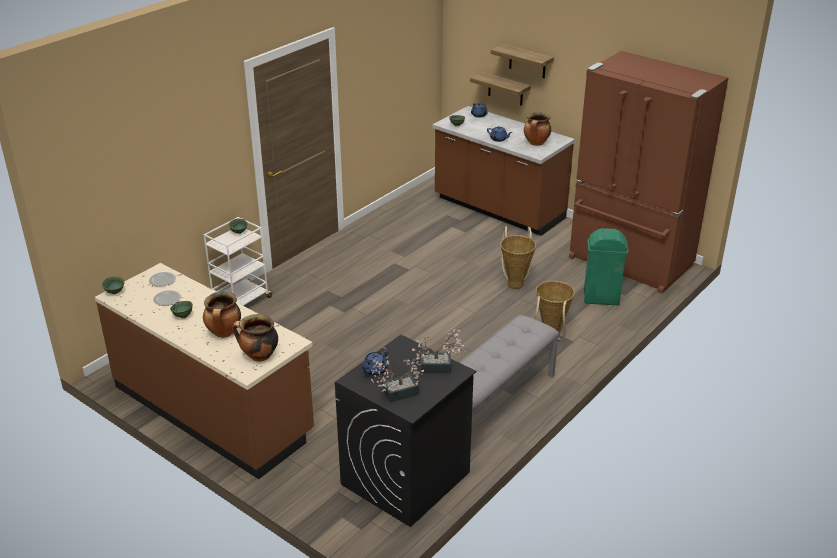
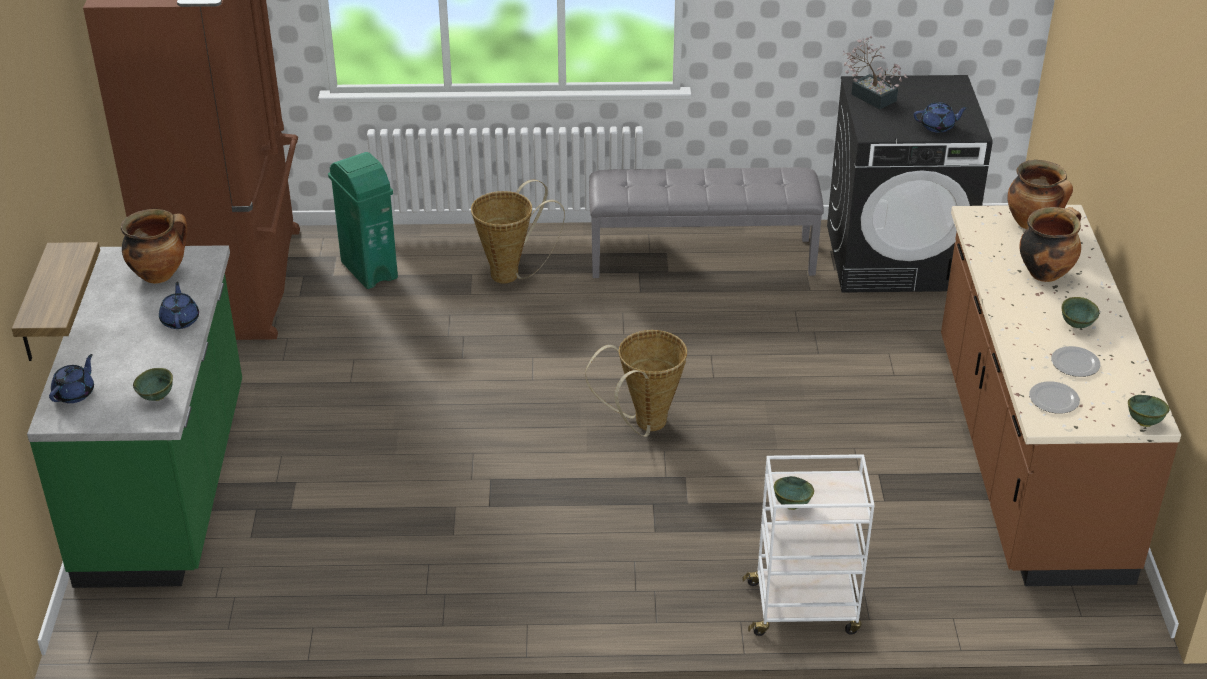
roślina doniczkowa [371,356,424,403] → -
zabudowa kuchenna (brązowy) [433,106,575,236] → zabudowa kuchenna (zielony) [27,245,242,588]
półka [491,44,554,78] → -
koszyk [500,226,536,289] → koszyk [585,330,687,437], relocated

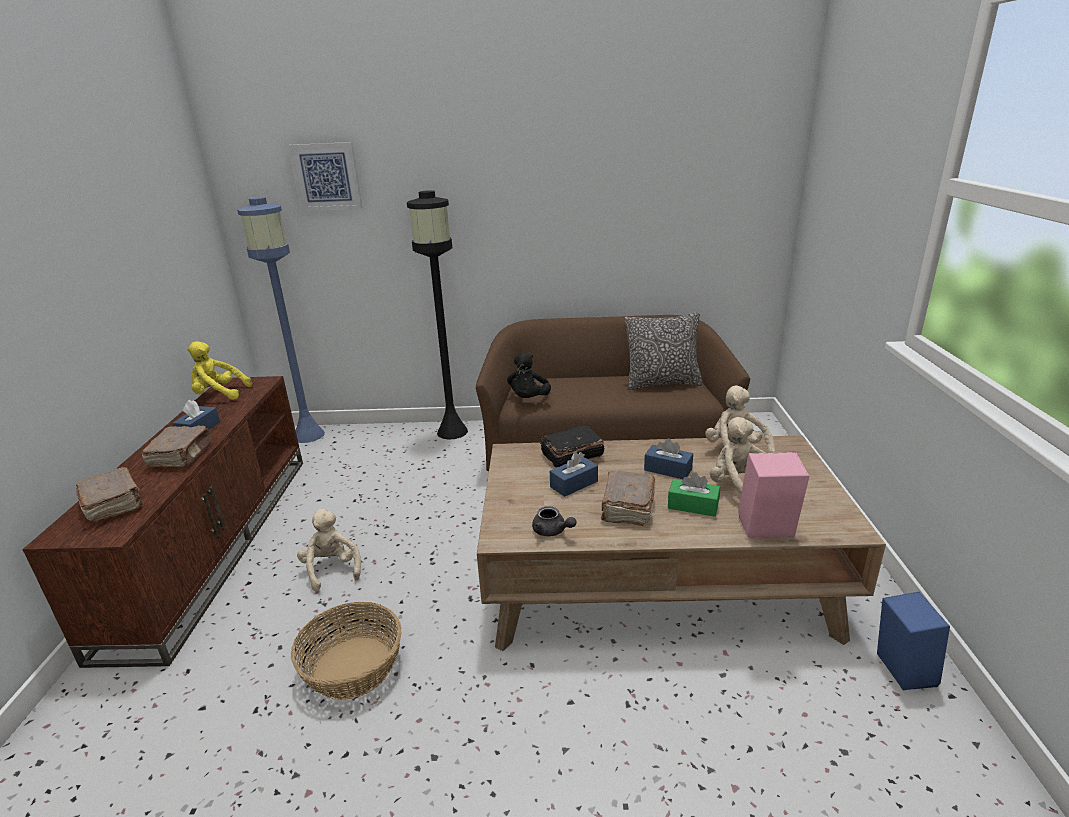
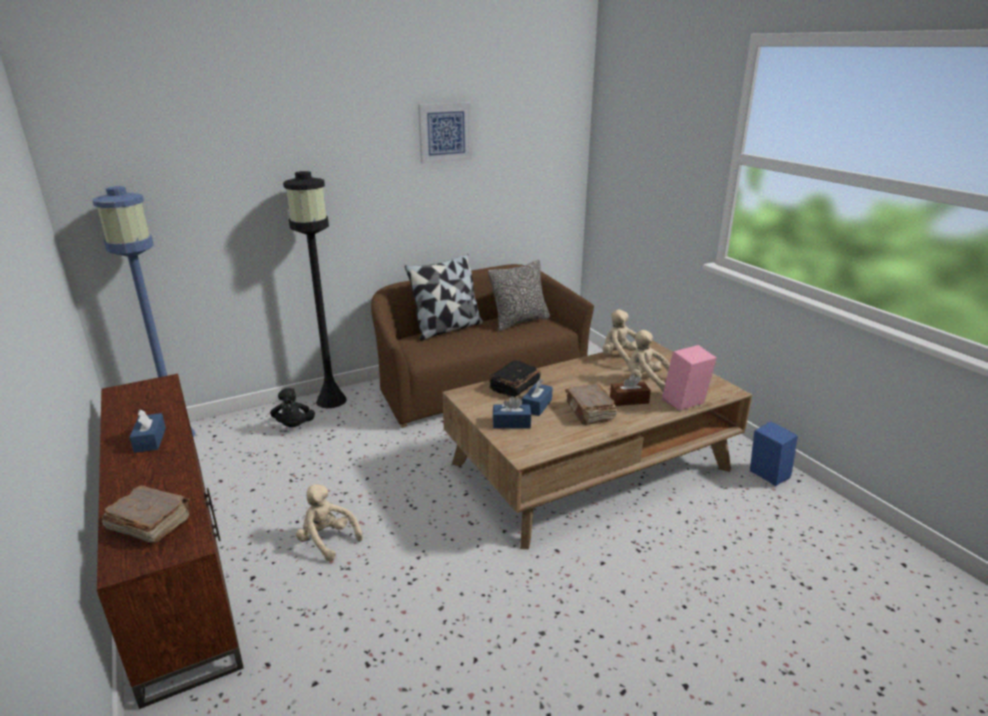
książka (brązowy) [141,425,212,467] → -
pluszak (żółty) [187,341,252,400] → -
obraz [288,142,362,211] → obraz [418,102,472,164], relocated
koszyk [291,602,401,700] → -
pluszak (czarny) [507,352,551,398] → pluszak (czarny) [270,388,315,427], relocated
imbryk (szary) [532,506,577,537] → -
pudełko chusteczek (niebieski) [644,438,693,479] → pudełko chusteczek (niebieski) [493,396,531,429], relocated
pudełko chusteczek (zielony) [668,472,720,517] → pudełko chusteczek (brązowy) [610,374,651,406]
- → poduszka [405,254,483,341]

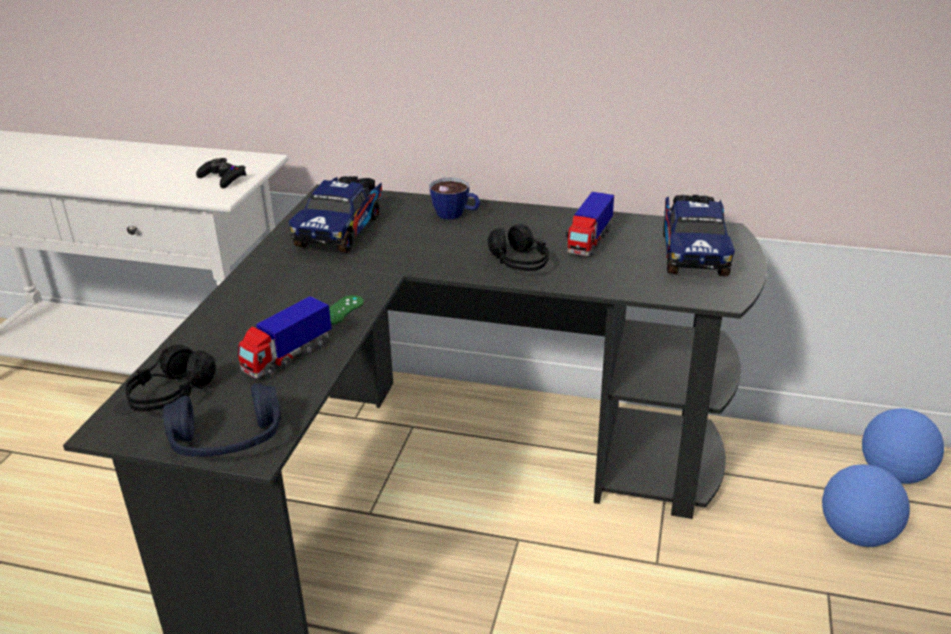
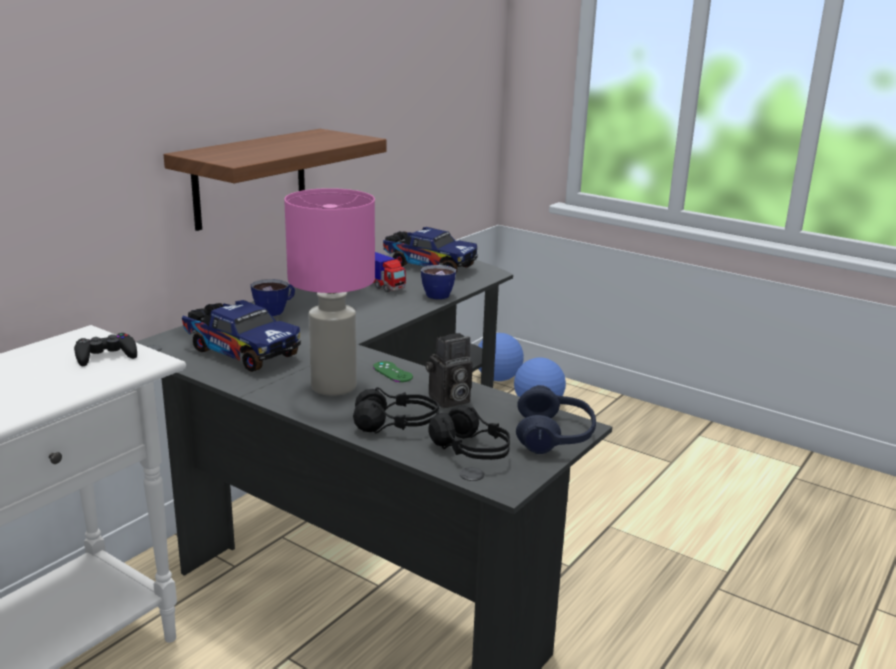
ciężarówka zabawkowa [238,296,332,378] → aparat fotograficzny [426,333,473,408]
słuchawki (czarny) [488,224,549,271] → słuchawki (czarny) [353,387,439,433], relocated
- → półka [164,129,387,231]
- → lampa stołowa (różowy) [284,188,375,396]
- → filiżanka [421,265,456,299]

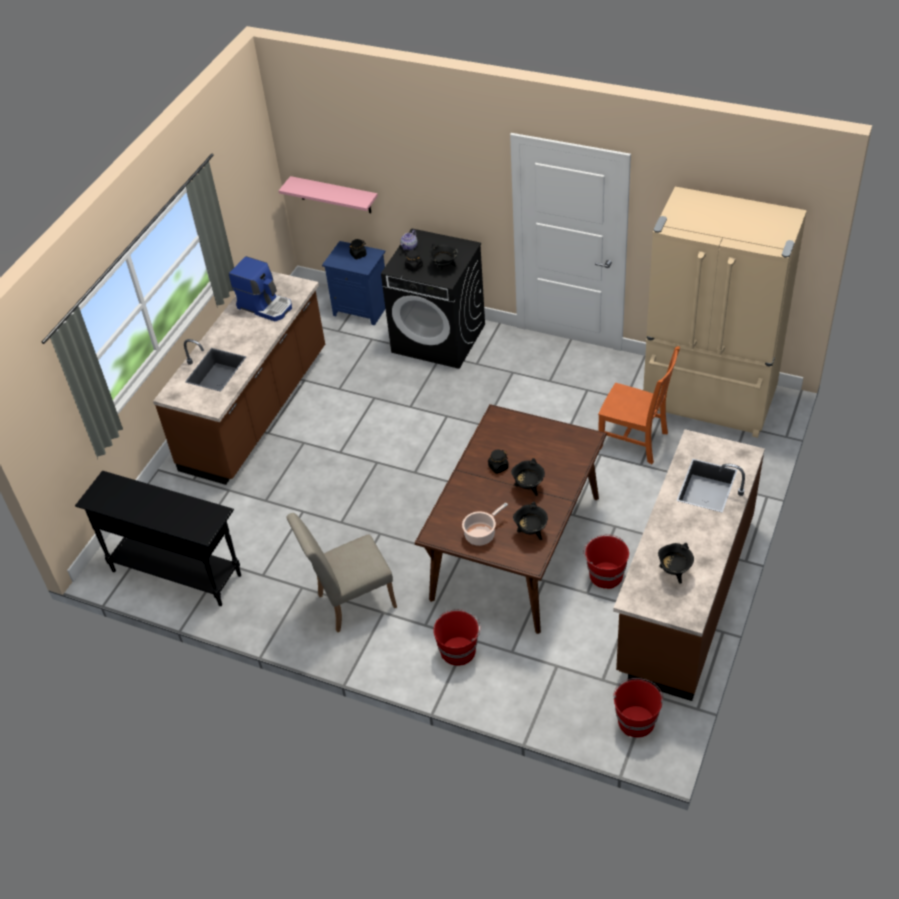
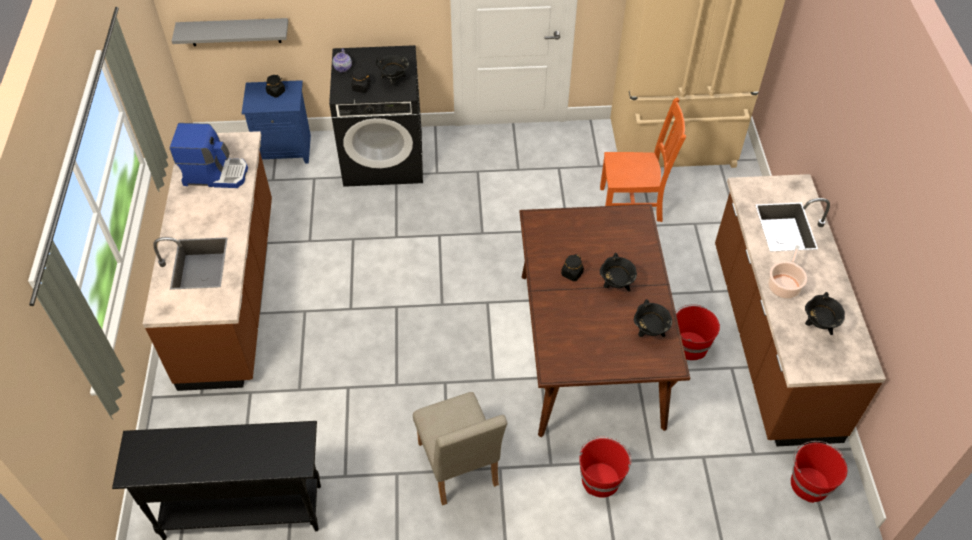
półka (różowy) [279,176,378,213] → półka (szary) [172,18,288,46]
krzesło (beżowy) [286,513,397,632] → krzesło (beżowy) [413,392,508,505], 60 degrees counterclockwise
garnek [462,503,508,546] → garnek [768,245,807,299], relocated

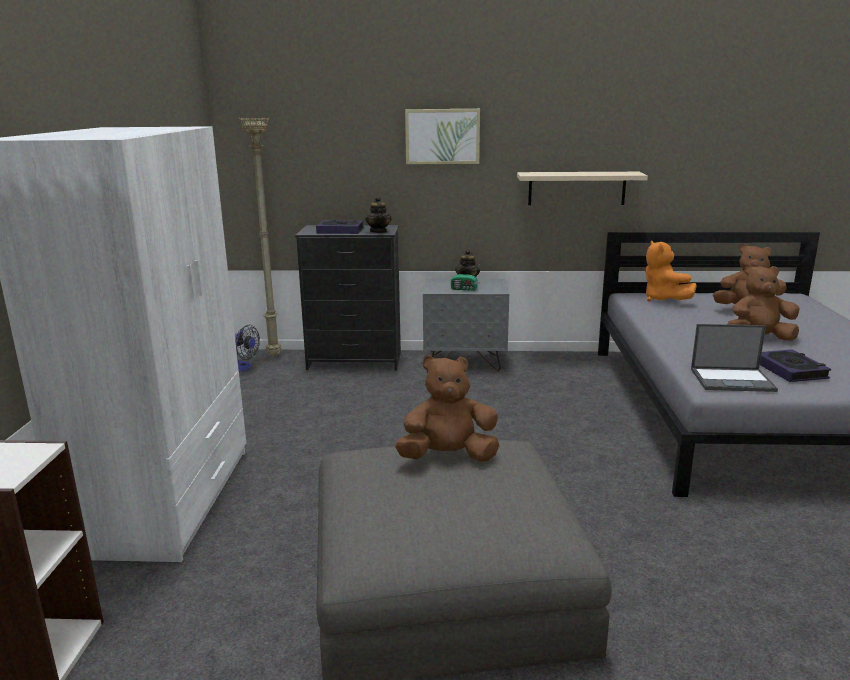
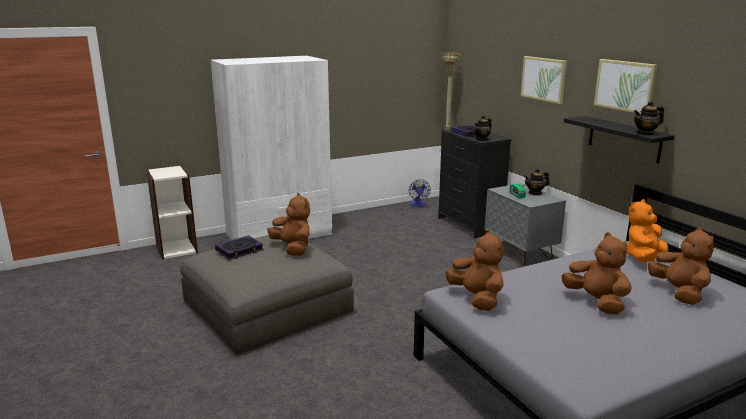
półka (beżowy) [517,172,648,205] → półka (czarny) [564,116,675,164]
laptop [691,324,778,392] → pluszak (brązowy) [446,230,503,311]
książka [760,349,831,382] → książka [215,235,264,260], relocated
- → obraz [594,59,658,114]
- → imbryk [634,101,664,136]

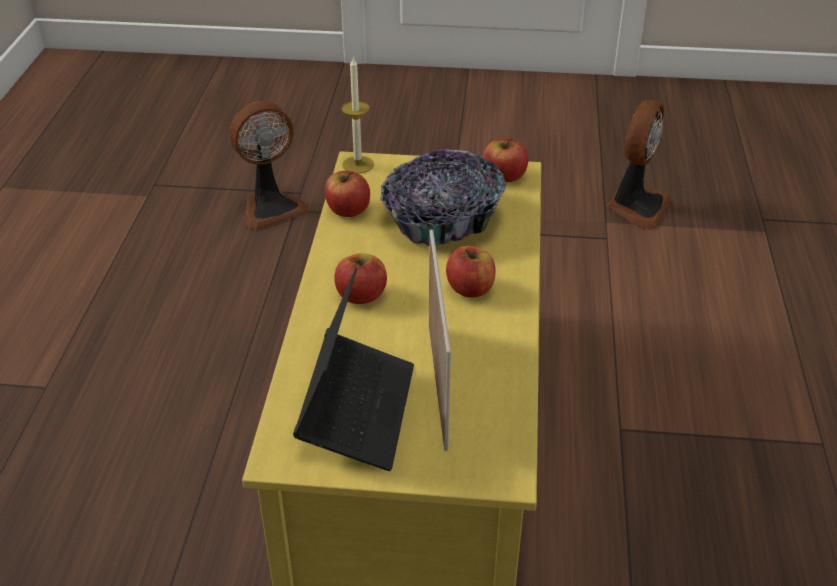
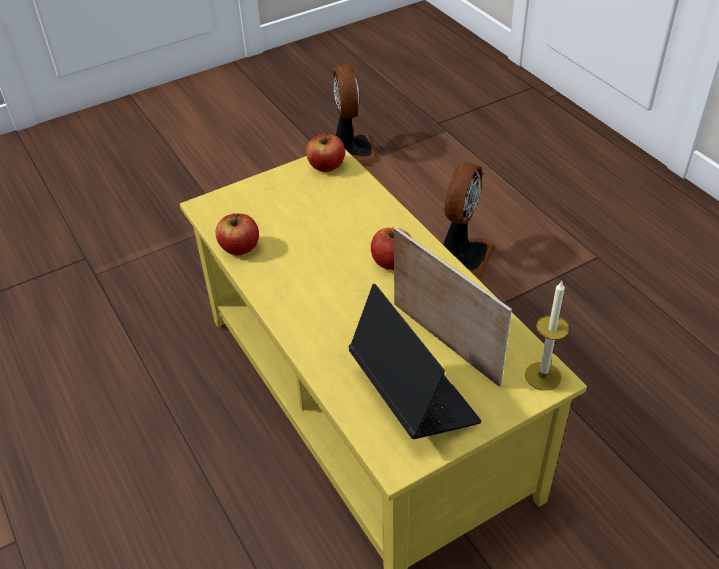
wentylator [229,101,309,230] → wentylator [442,162,496,280], relocated
jabłko [334,253,387,304] → -
świeca [342,57,374,174] → świeca [525,281,569,390], relocated
miska [380,149,507,246] → -

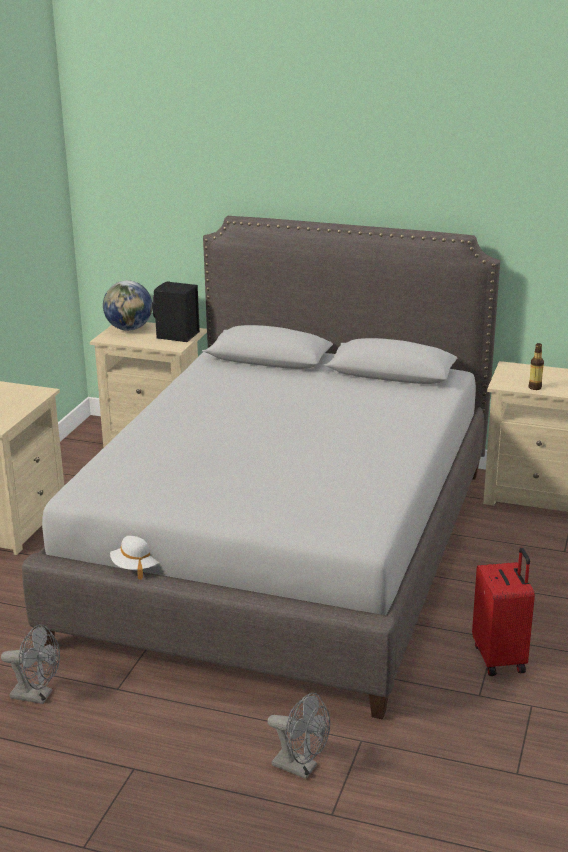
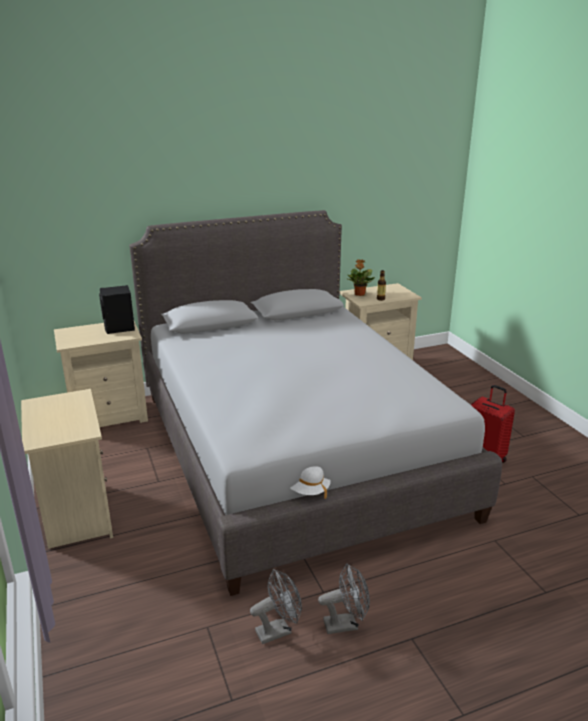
globus [103,280,152,331] → -
wentylator (szary) [267,693,330,779] → wentylator (szary) [318,563,370,634], relocated
- → roślina doniczkowa [346,260,375,296]

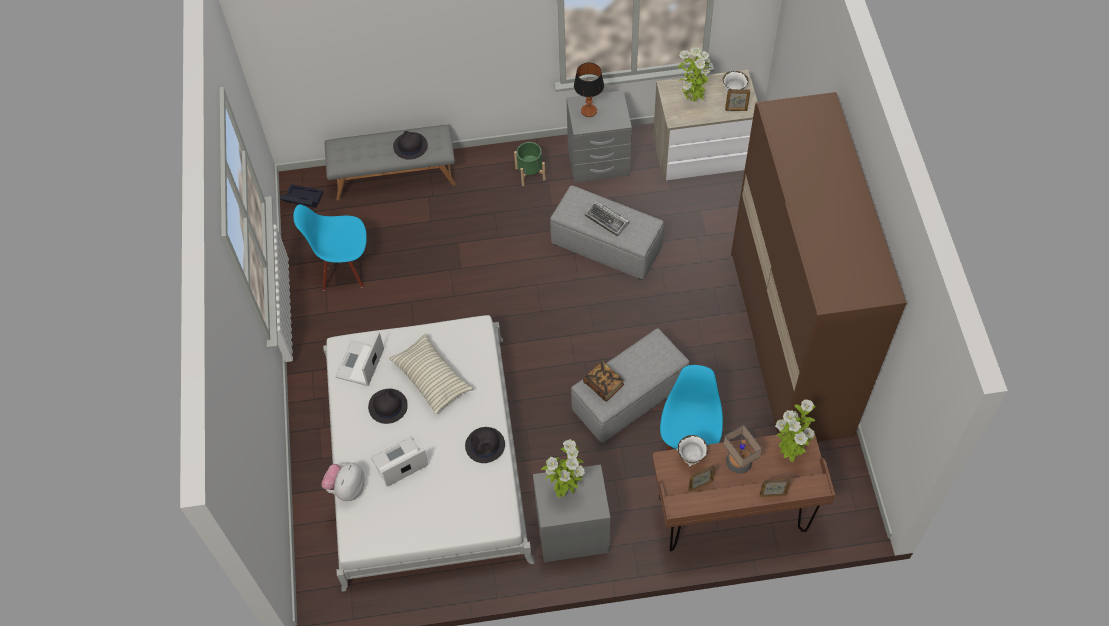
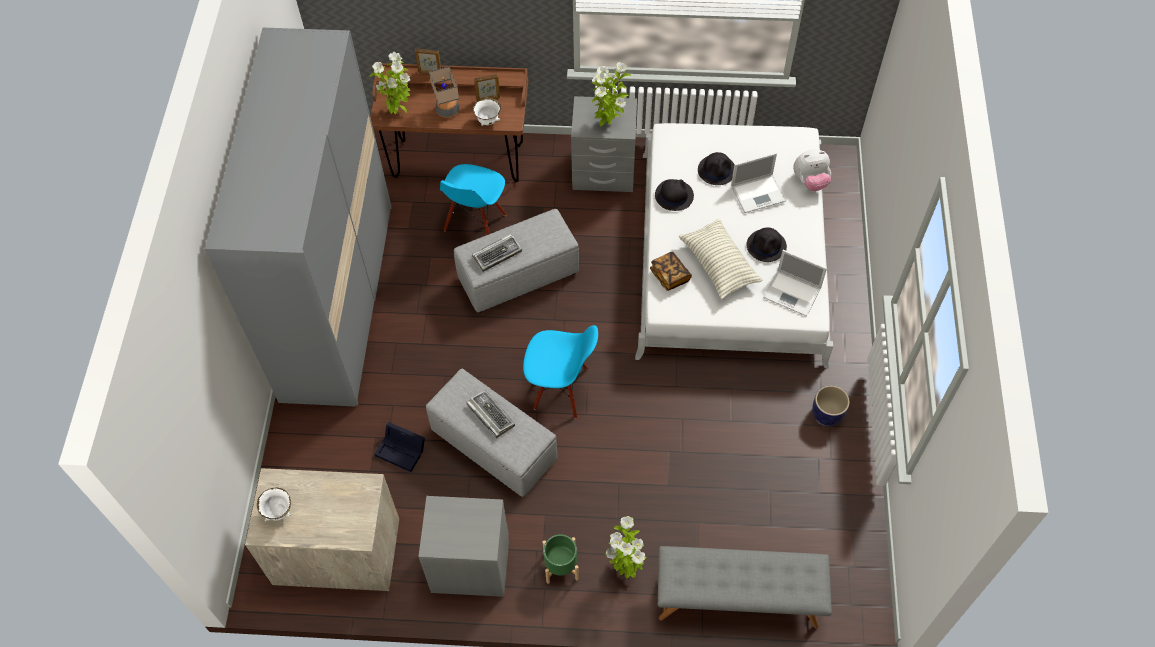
pojemnik do przechowywania (czarny) [280,184,323,208] → pojemnik do przechowywania (czarny) [375,422,425,472], relocated
krzesło (niebieski) [293,205,367,291] → krzesło (niebieski) [523,325,598,419], relocated
pluszak [321,463,364,501] → pluszak [793,149,831,191], 45 degrees clockwise
laptop [335,332,384,386] → laptop [763,250,827,316], 90 degrees clockwise
kapelusz (czarny) [393,131,428,160] → kapelusz (czarny) [698,152,734,185], relocated
lampa stołowa [574,63,604,117] → -
książka [583,361,624,402] → książka [650,252,692,291], relocated
roślina doniczkowa [678,47,711,101] → roślina doniczkowa [605,516,646,579], relocated
ramka na zdjęcie [725,89,750,111] → -
szafa (brązowy) [731,92,906,442] → szafa (szary) [205,28,392,407]
- → klawiatura [472,234,522,272]
- → donica [812,385,850,426]

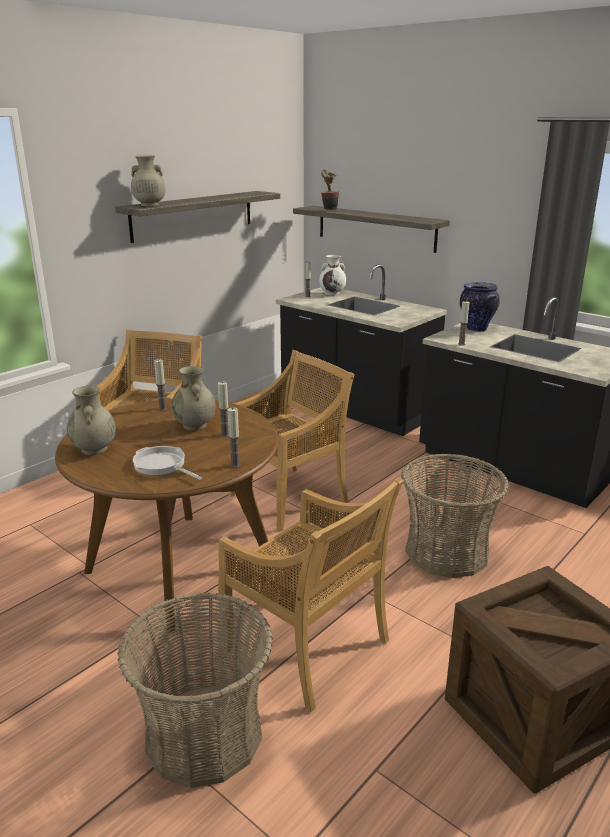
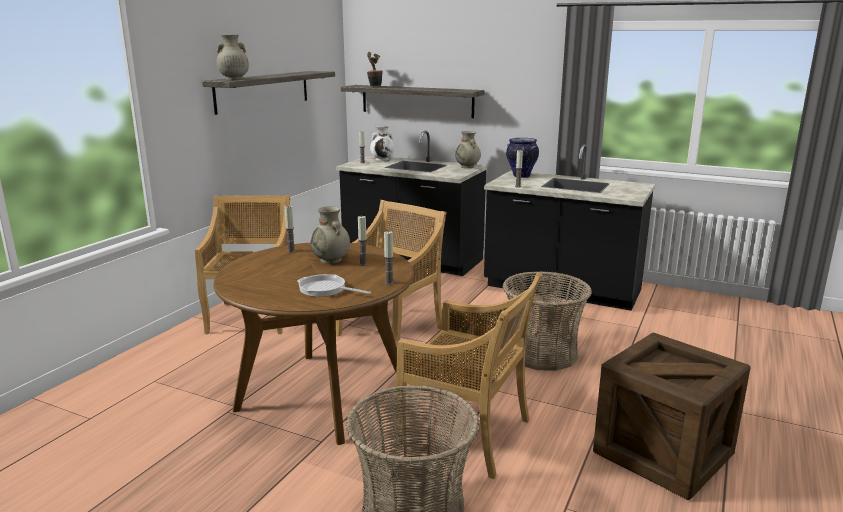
wazon (beżowy) [67,386,116,455] → wazon (beżowy) [455,131,481,168], relocated

